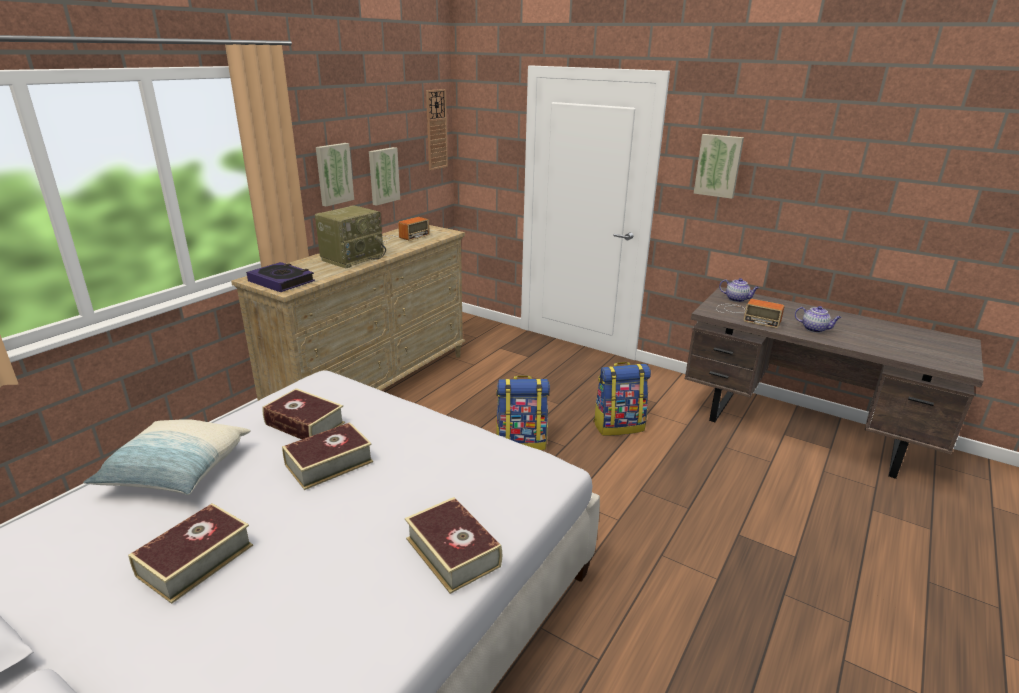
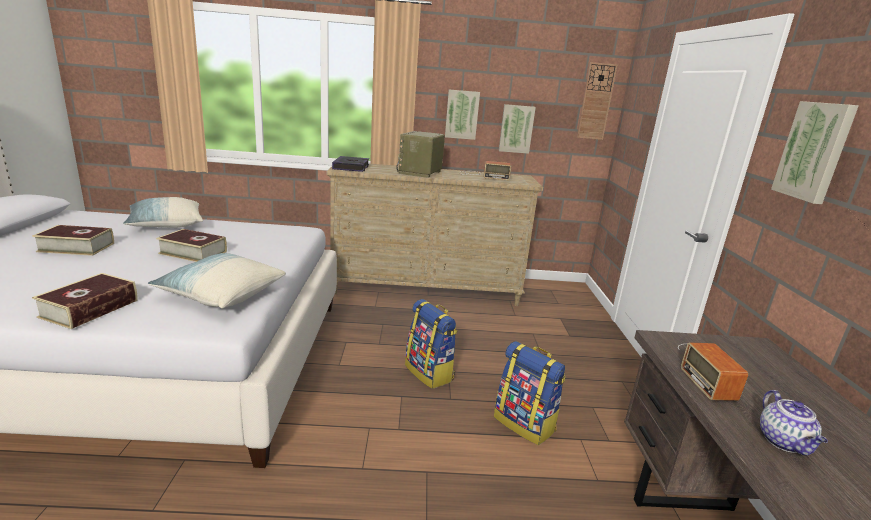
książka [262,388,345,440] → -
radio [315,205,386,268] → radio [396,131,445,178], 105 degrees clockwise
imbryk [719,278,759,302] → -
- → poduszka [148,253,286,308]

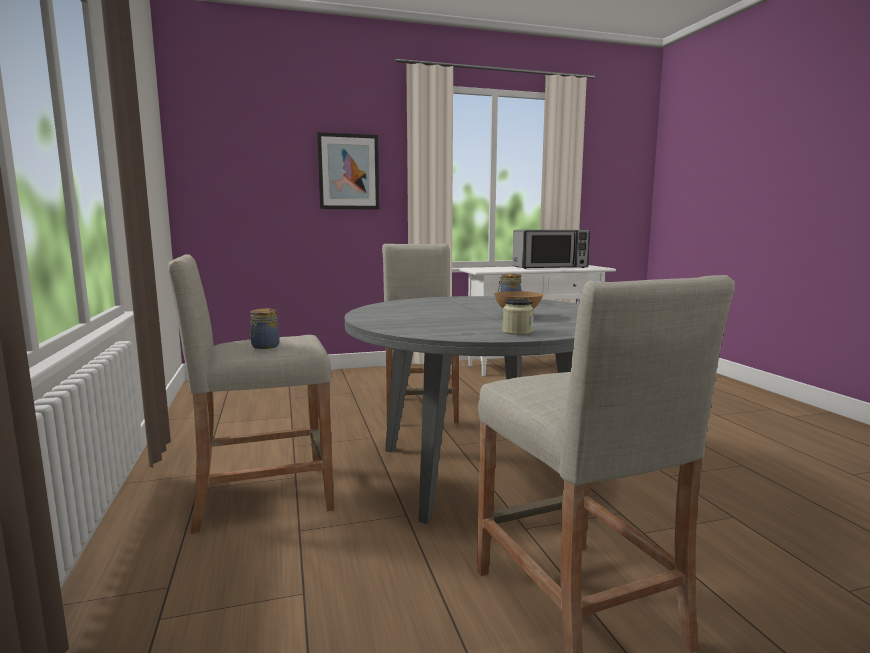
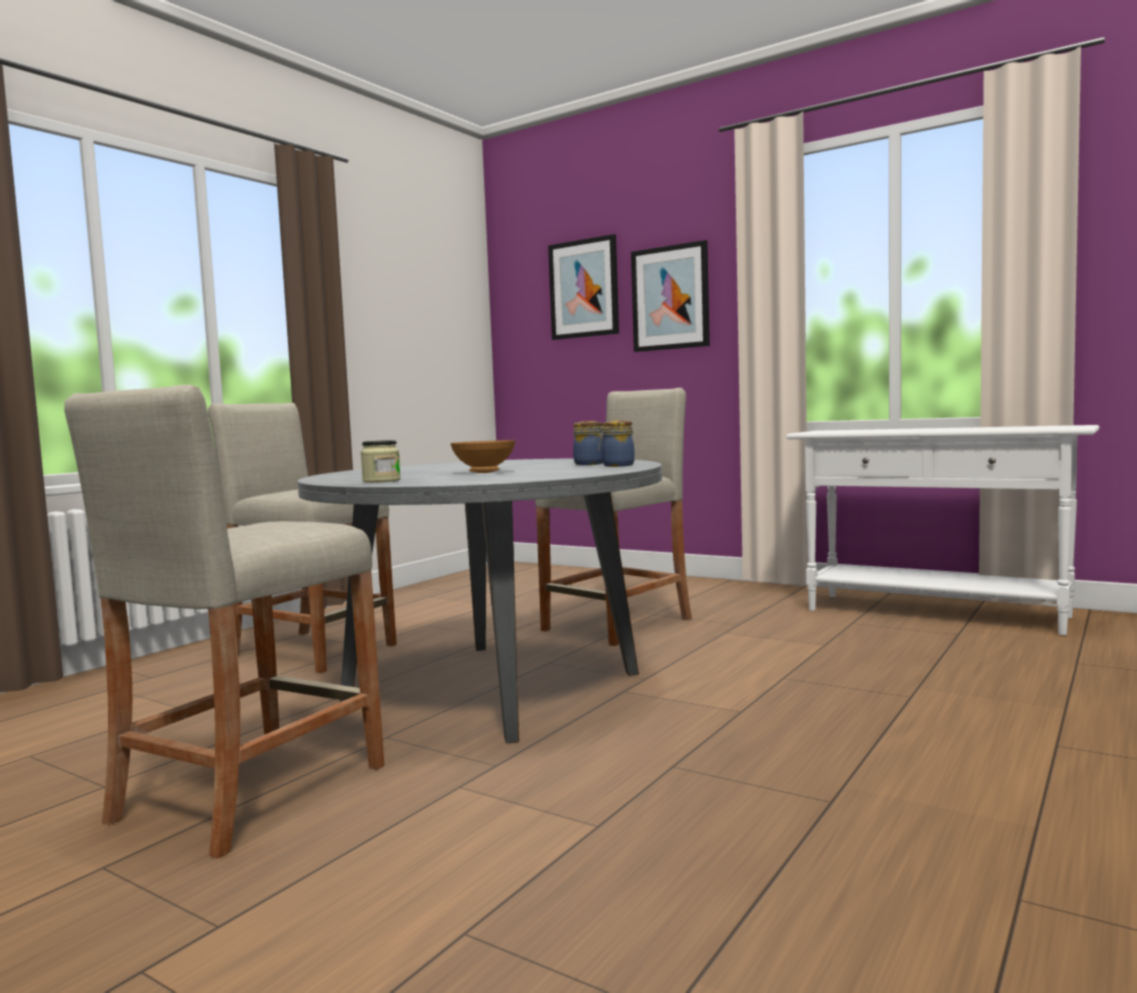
słoik [250,308,279,349] → słoik [598,420,635,467], relocated
mikrofalówka [512,230,590,269] → -
- → obraz [548,234,619,340]

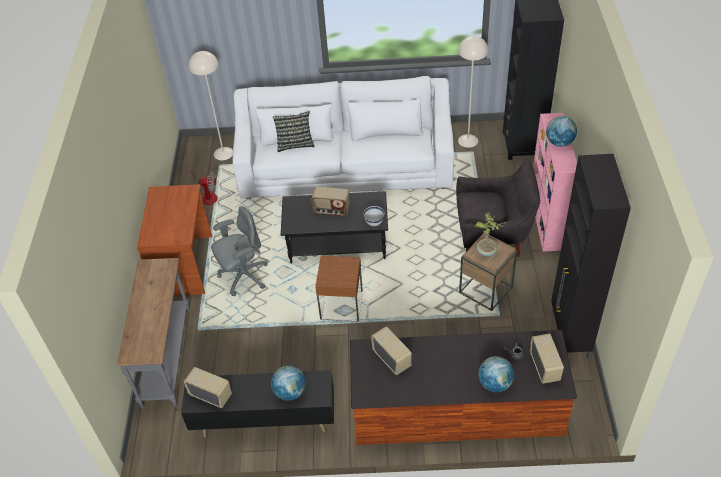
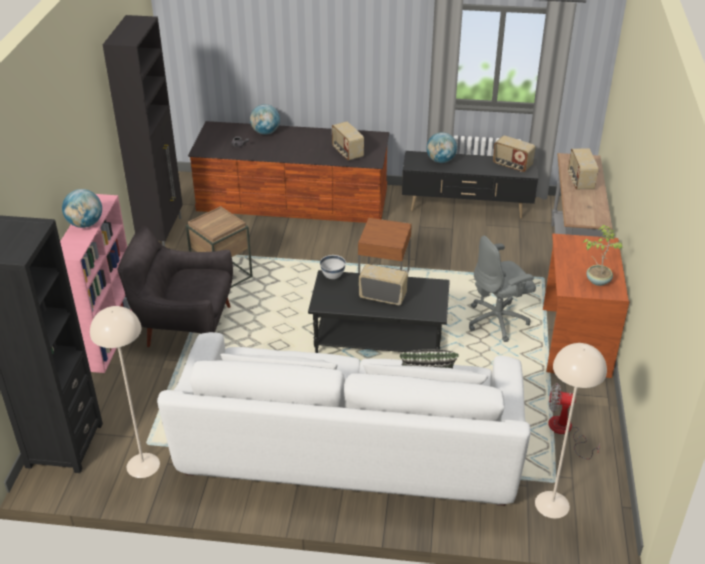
roślina doniczkowa [475,213,507,257] → roślina doniczkowa [583,225,623,286], relocated
radio [530,333,564,384] → radio [568,148,598,189], relocated

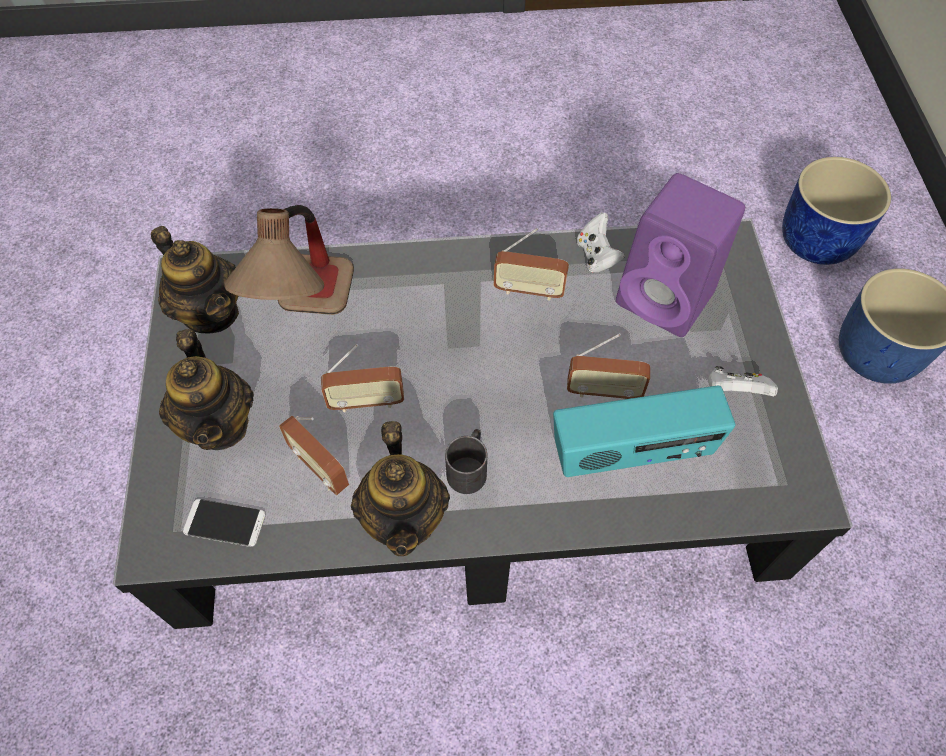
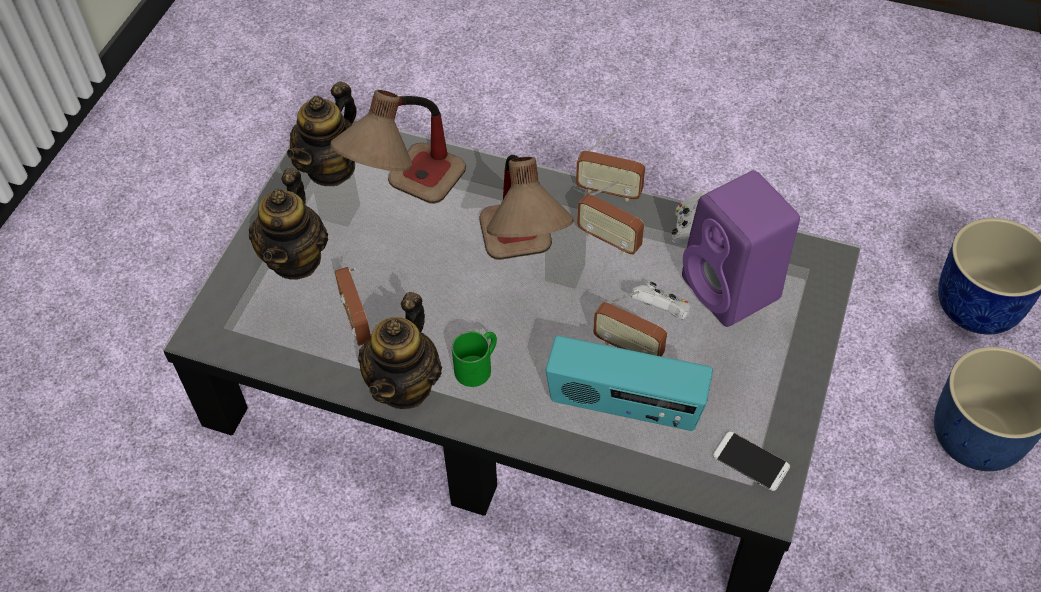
imbryk [151,226,239,334] → imbryk [287,81,357,186], 45 degrees clockwise
telefon [183,499,266,547] → telefon [713,432,790,491], relocated
radio [321,344,404,413] → radio [576,130,645,201], relocated
kubek (czarny) [445,429,487,494] → kubek (zielony) [452,331,497,387]
pad do gier (biały) [708,366,778,396] → pad do gier (biały) [631,282,691,320], relocated
- → lampa stołowa [479,155,574,260]

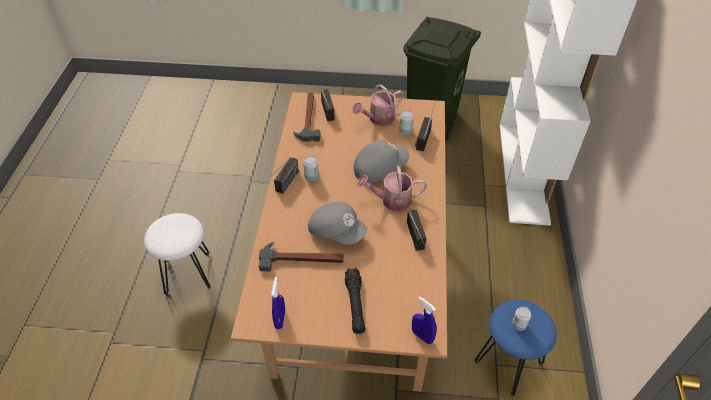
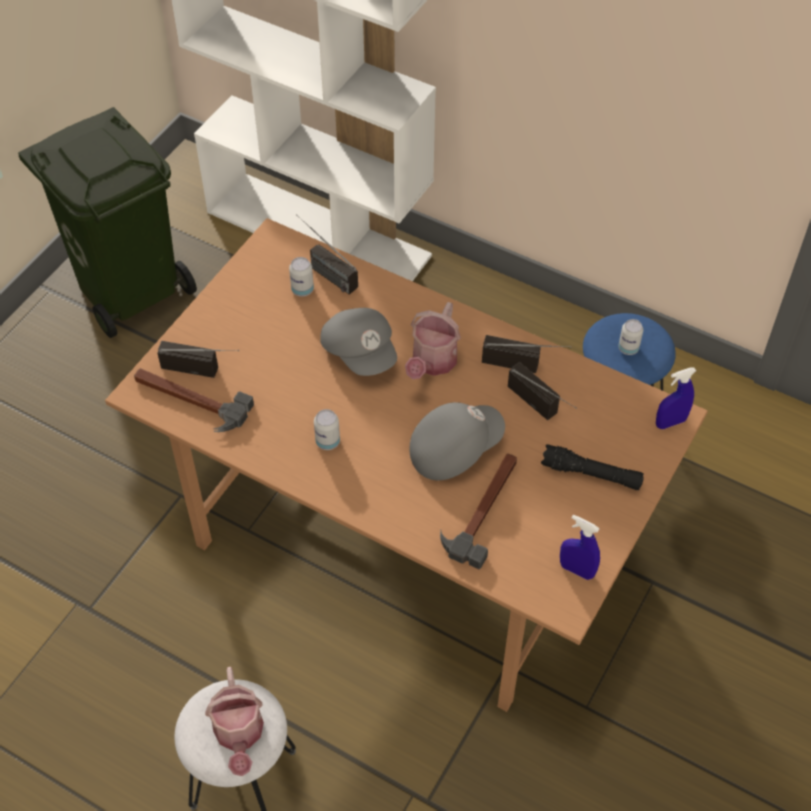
radio [264,157,299,194] → radio [508,362,577,420], relocated
konewka [352,85,404,126] → konewka [205,667,264,776], relocated
czapka z daszkiem (szary) [354,140,409,183] → czapka z daszkiem (szary) [320,308,397,376], 150 degrees clockwise

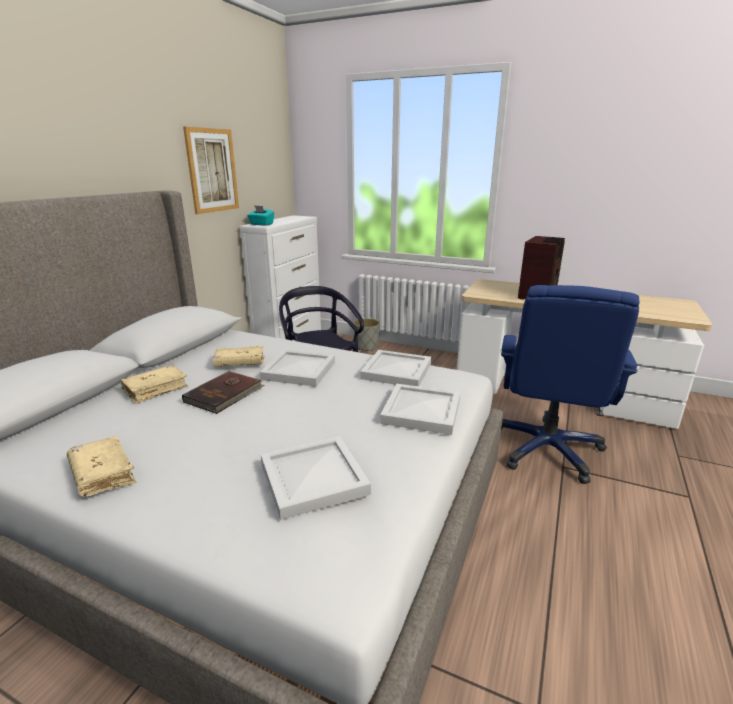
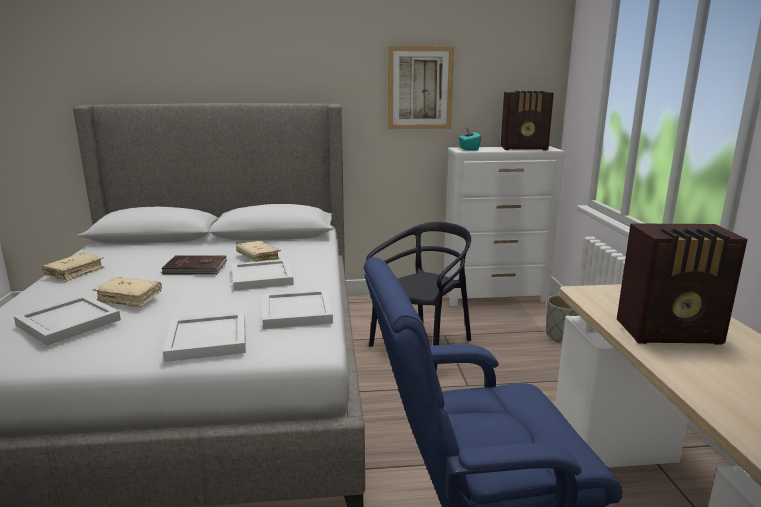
książka (beżowy) [120,365,188,404] → książka (beżowy) [93,277,162,308], relocated
- → radio [501,91,554,150]

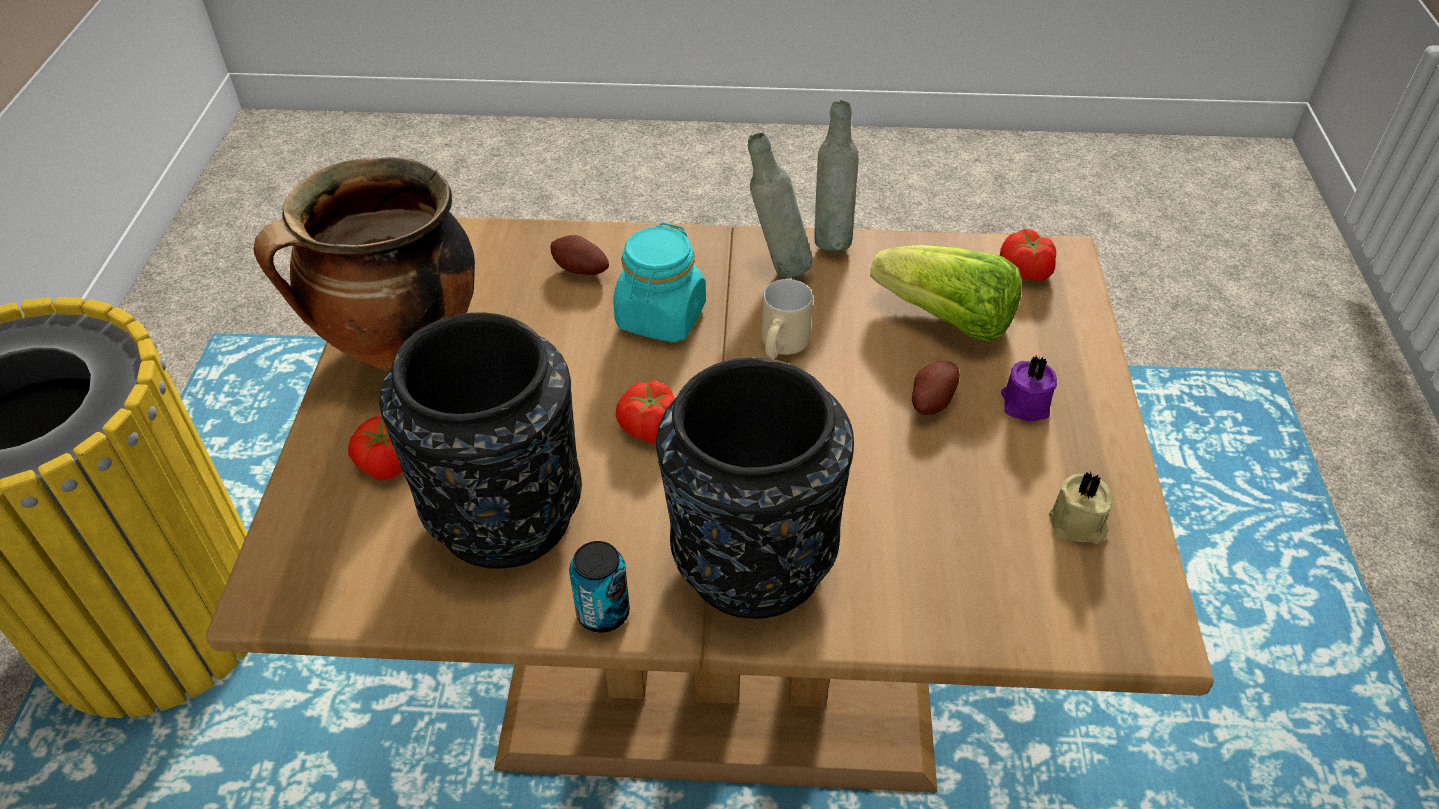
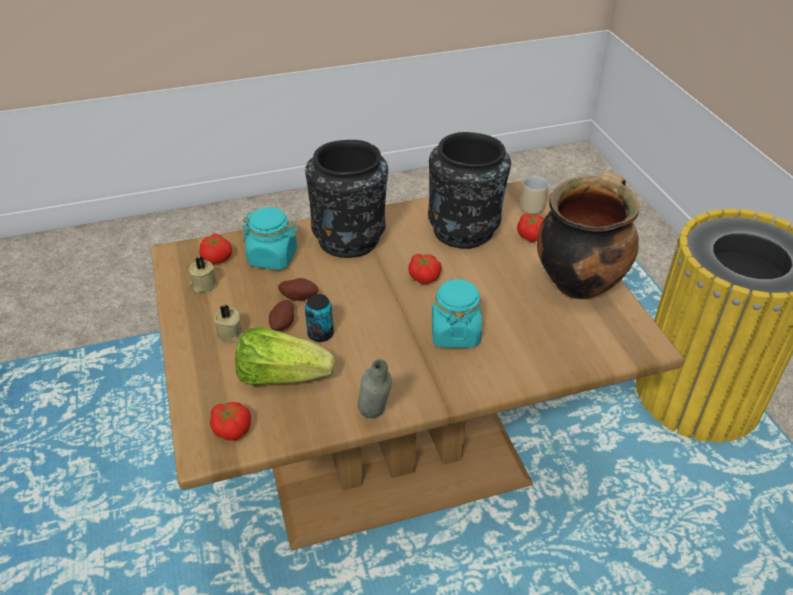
ziemniak [550,235,609,275] → ziemniak [278,278,318,301], relocated
puszka [569,541,630,633] → puszka [305,294,334,342], relocated
butelka (szary) [748,133,812,278] → -
kubek (beżowy) [762,279,813,358] → kubek (beżowy) [521,176,548,215], relocated
świeca (fioletowy) [1001,356,1057,421] → świeca (beżowy) [214,305,244,343]
- → pomidor [199,234,232,264]
- → słoik (turkusowy) [242,207,298,270]

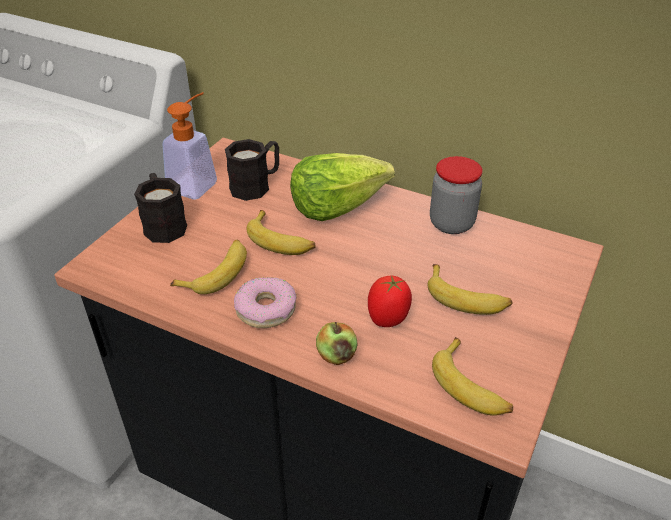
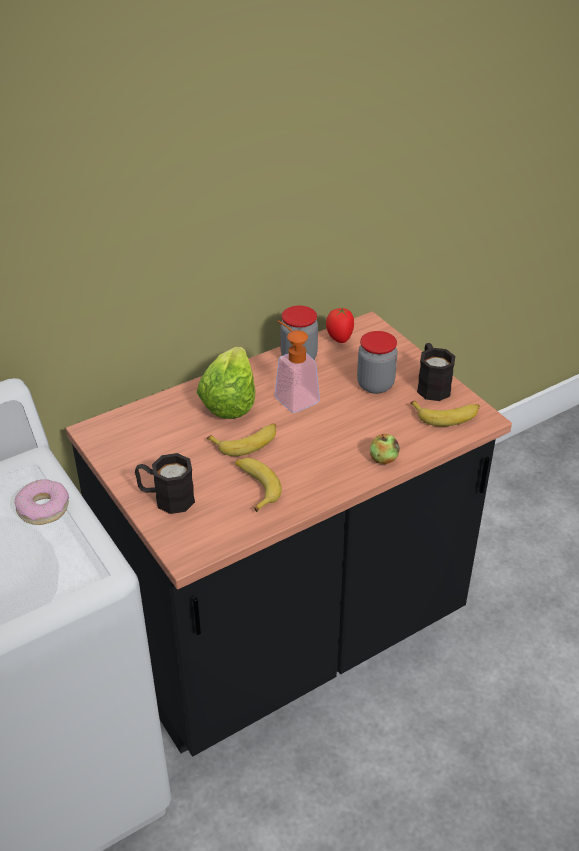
dozownik mydła [162,92,217,199] → dozownik mydła [275,320,320,413], relocated
kubek (czarny) [225,139,279,201] → kubek (czarny) [417,343,455,401], relocated
donut [234,277,297,328] → donut [15,479,69,525], relocated
pomidor [368,275,412,327] → pomidor [326,307,354,343], relocated
banan [427,264,512,315] → słoik [357,331,398,394]

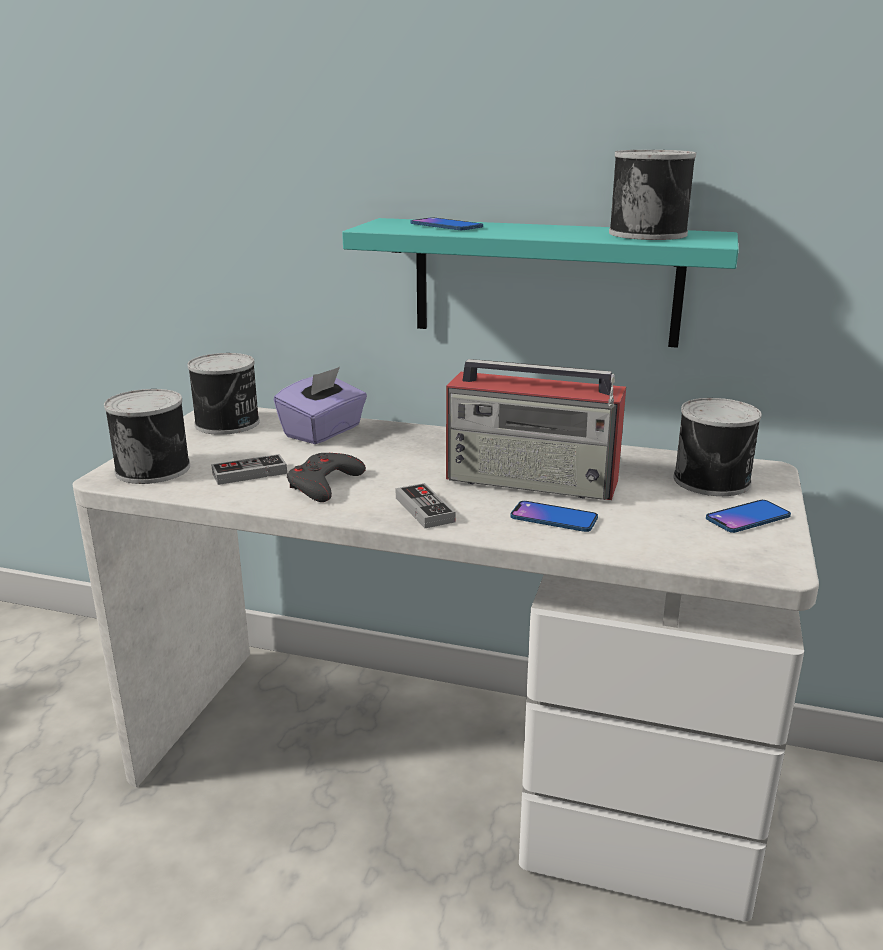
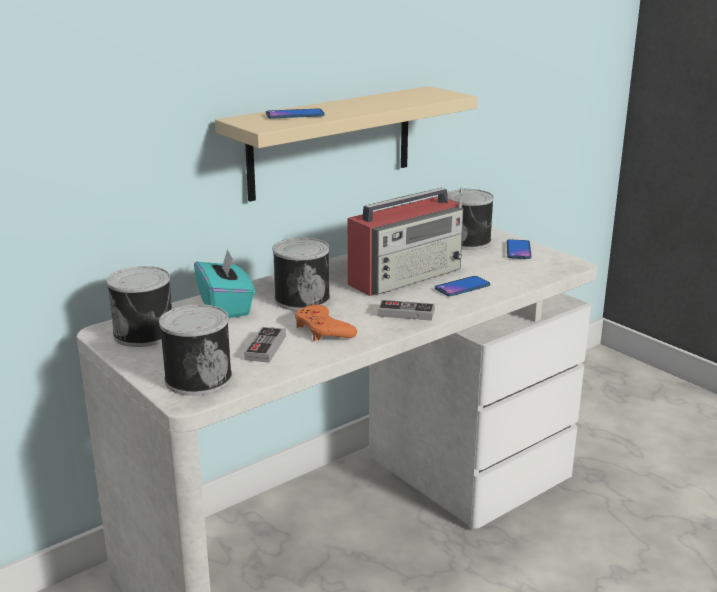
pudełko chusteczek (fioletowy) [274,367,367,444] → pudełko chusteczek (turkusowy) [194,249,255,318]
pad do gier (szary) [287,453,366,502] → pad do gier (pomarańczowy) [295,304,357,341]
półka (turkusowy) [342,218,739,348] → półka (beżowy) [215,86,477,202]
puszka [609,150,696,240] → puszka [272,238,330,311], relocated

